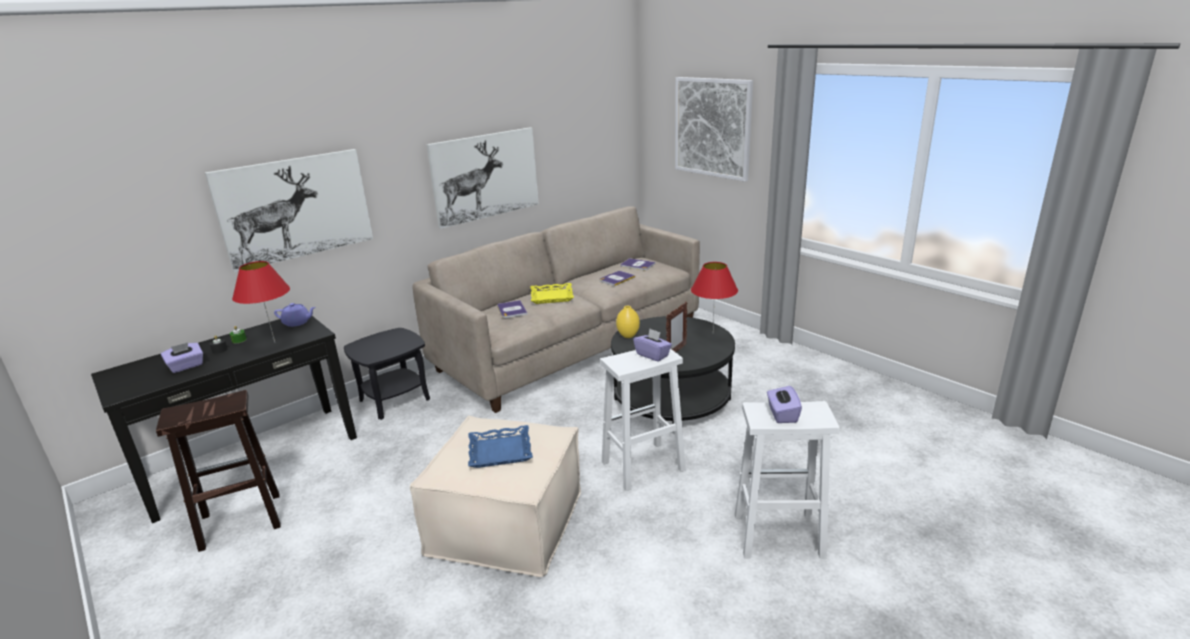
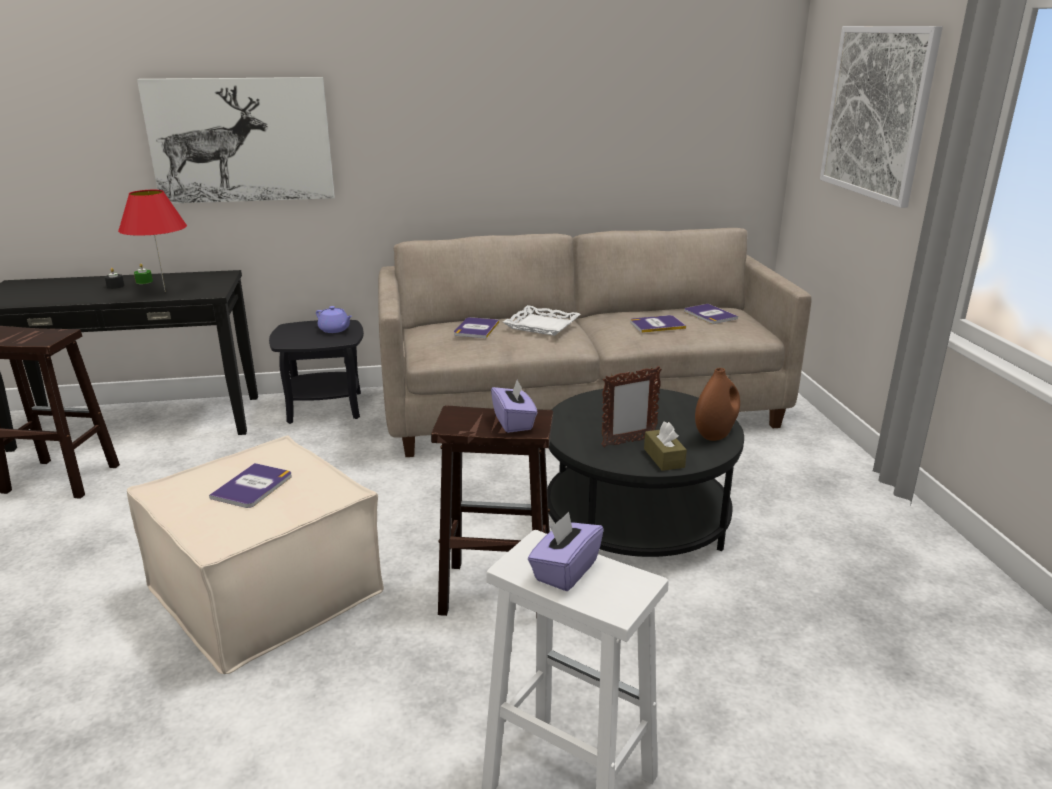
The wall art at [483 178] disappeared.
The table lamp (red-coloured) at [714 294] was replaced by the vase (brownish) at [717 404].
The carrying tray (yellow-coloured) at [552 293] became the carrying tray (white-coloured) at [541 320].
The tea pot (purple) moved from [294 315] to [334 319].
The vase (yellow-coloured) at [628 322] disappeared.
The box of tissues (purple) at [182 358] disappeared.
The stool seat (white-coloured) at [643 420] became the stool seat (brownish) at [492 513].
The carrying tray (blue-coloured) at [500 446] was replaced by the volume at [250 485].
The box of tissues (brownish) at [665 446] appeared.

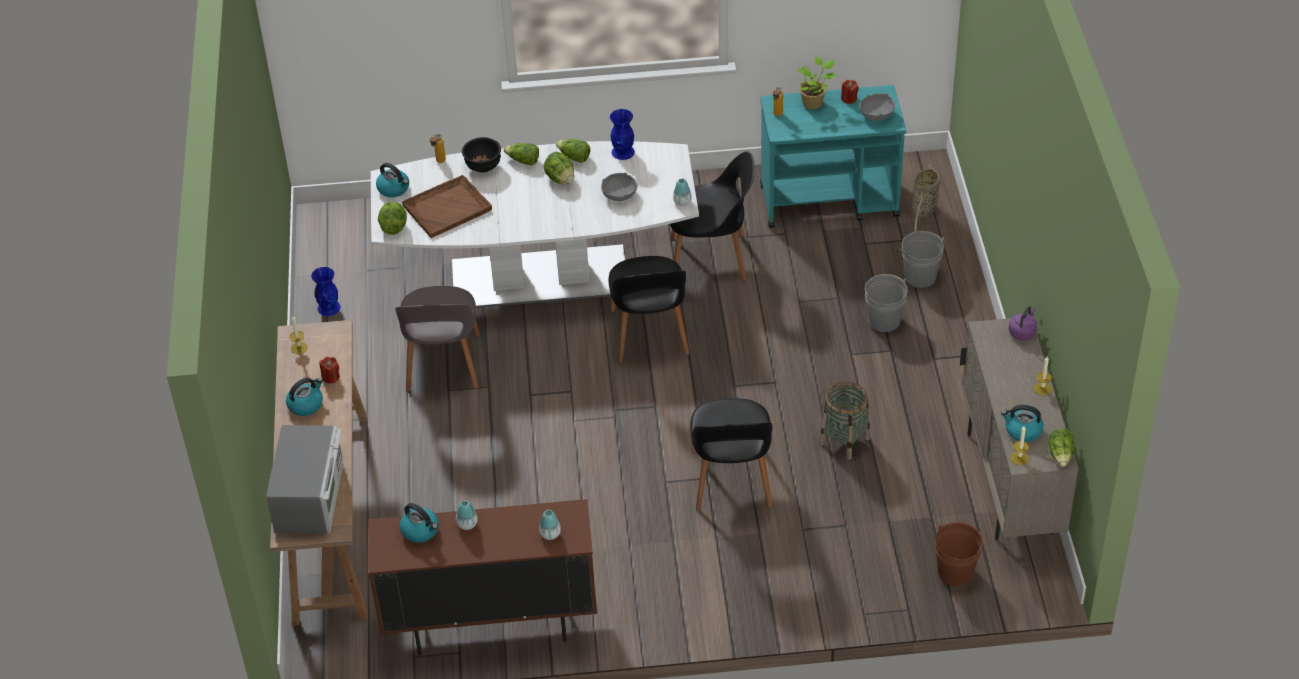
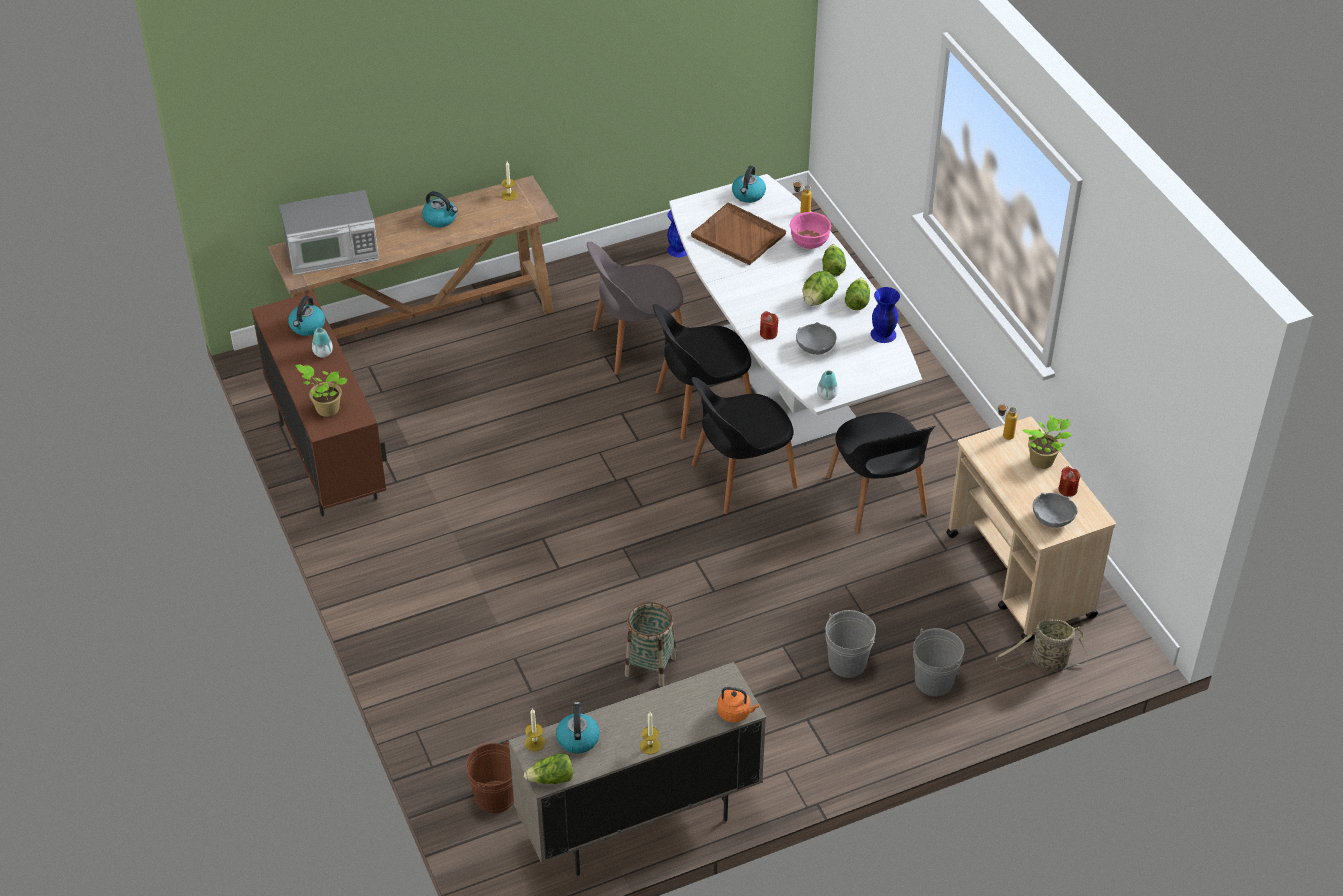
The wheeled cart (turquoise) at [833 156] became the wheeled cart (sand-coloured) at [1031 529].
The deep dish (black-coloured) at [481 154] became the deep dish (pinkish) at [810 230].
The head of lettuce at [392 218] disappeared.
The kettle (purple) at [1023 323] became the kettle (orange-coloured) at [738 705].
The wax candle (red-coloured) moved from [329 370] to [769 325].
The chair (black-coloured) moved from [731 454] to [702 372].
The vase at [550 525] was replaced by the plant in a pot at [321 391].

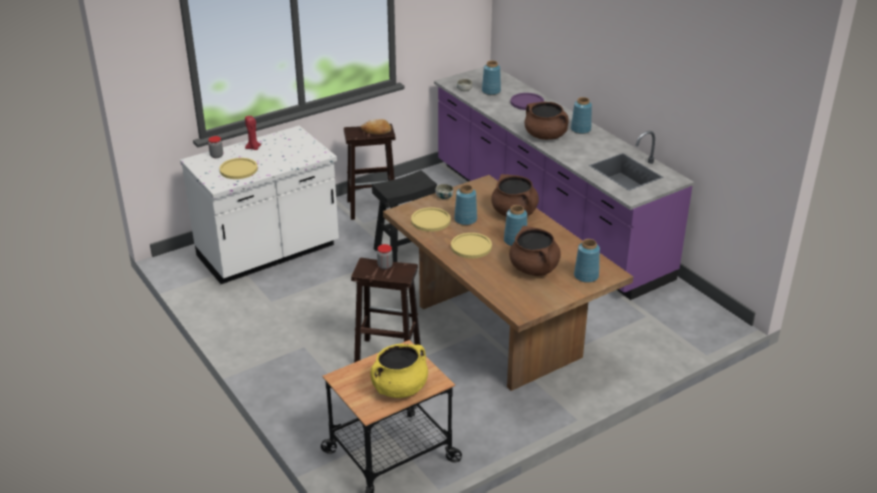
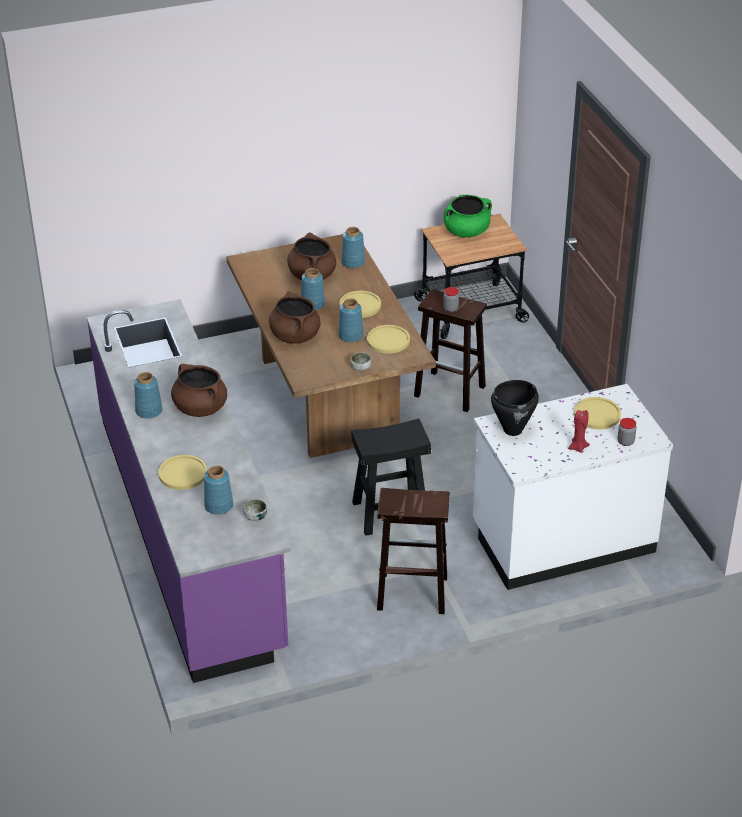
The flat dish (purple) at [527 101] became the flat dish (yellow-coloured) at [182 472].
The baked bread at [375 127] disappeared.
The vase (blue-coloured) moved from [587 261] to [353 247].
The cooking pot (yellow-coloured) at [399 371] became the cooking pot (greenish) at [468 216].
The cooking pot (black-coloured) at [515 408] appeared.

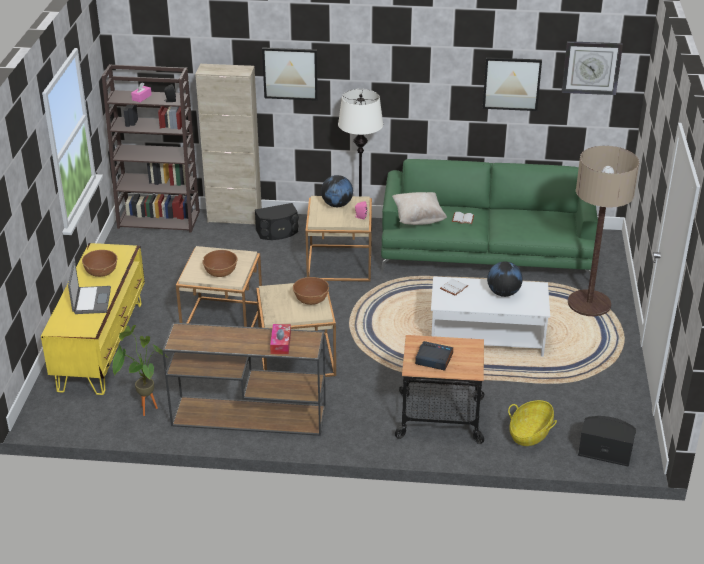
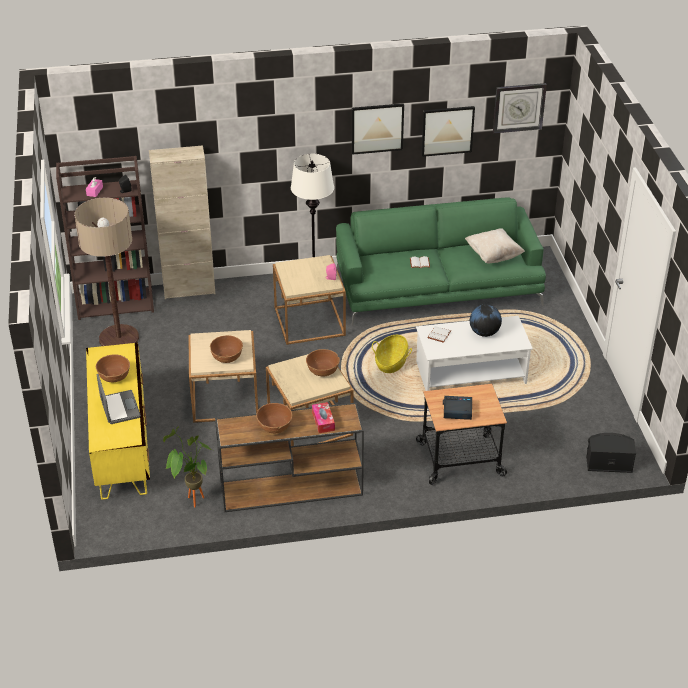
The wall art moved from [290 74] to [378 129].
The standard lamp moved from [603 231] to [106 271].
The world globe at [337 191] disappeared.
The cushion (sand-coloured) moved from [419 208] to [495 246].
The audio speaker (black-coloured) at [277 221] disappeared.
The basket moved from [532 423] to [392 354].
The deep dish (brownish) at [274 418] appeared.

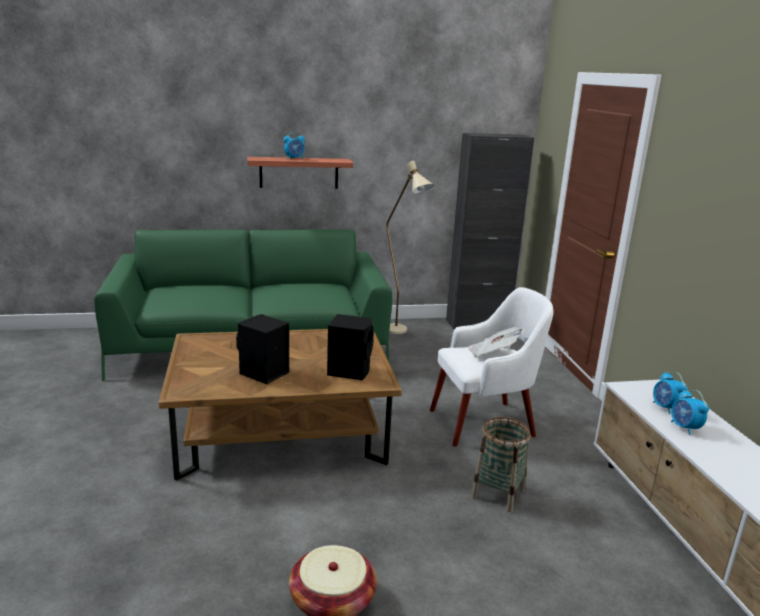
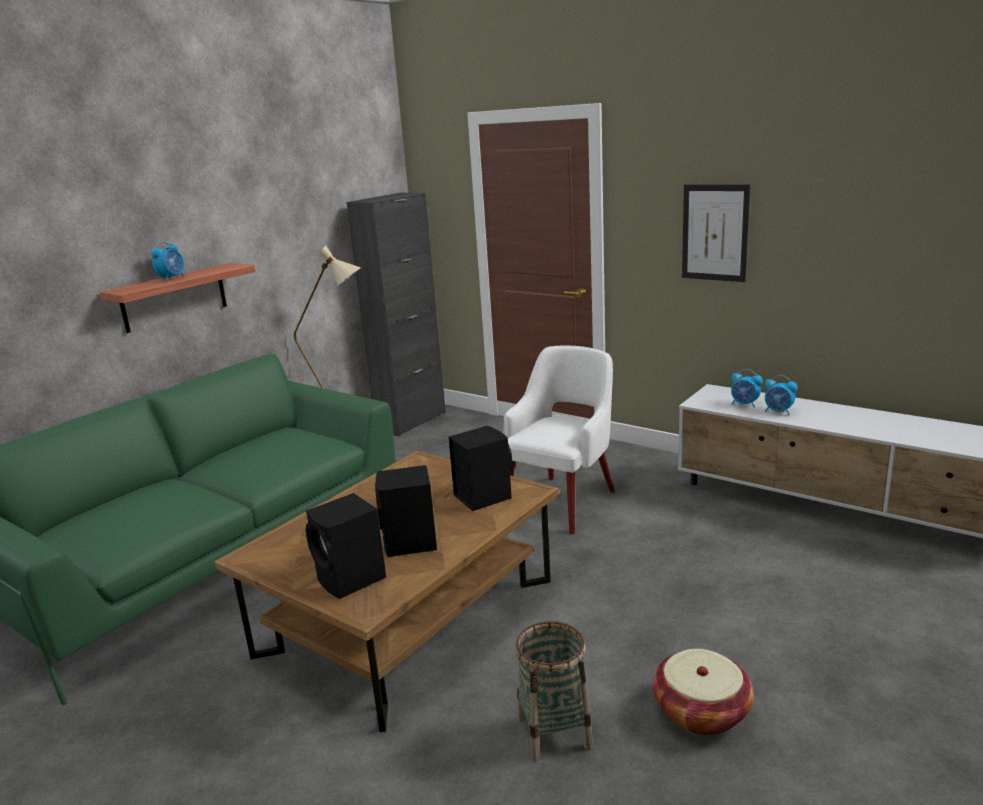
The daily paper at [496 342] disappeared.
The basket moved from [501 464] to [554 691].
The wall art at [716 233] appeared.
The audio speaker (black-coloured) at [345 546] appeared.

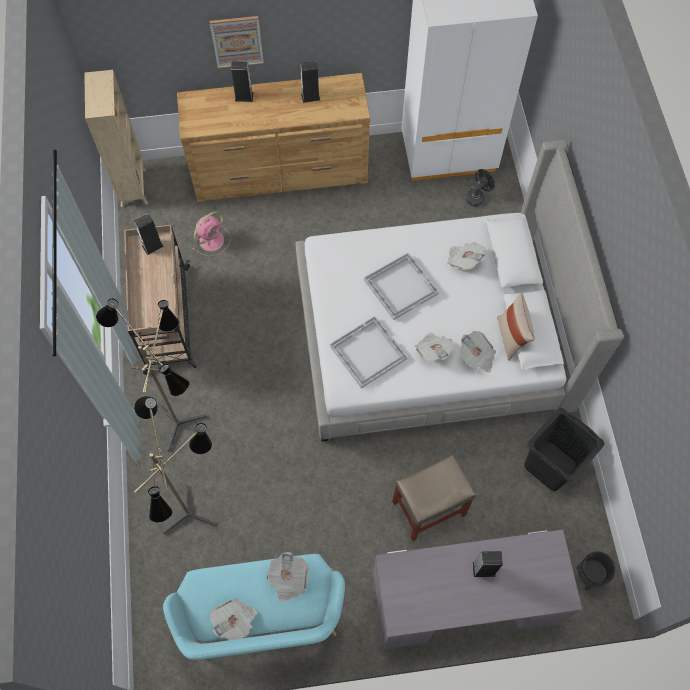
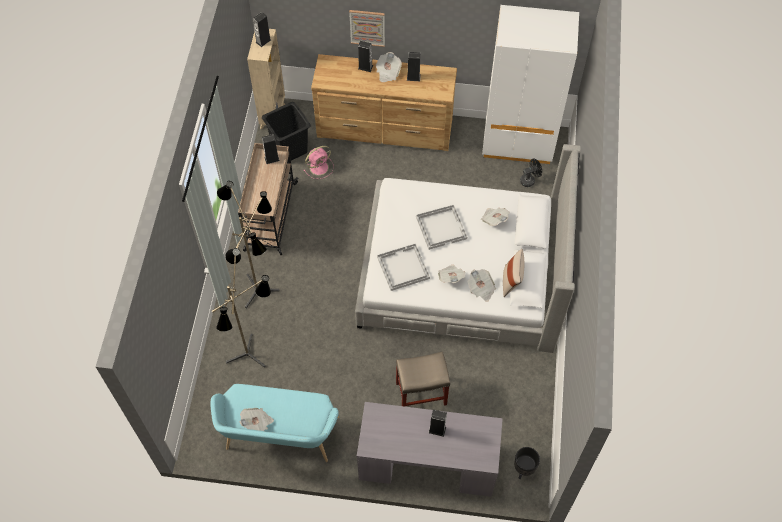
The laundry basket (black-coloured) moved from [564 449] to [286 132].
The daily paper moved from [288 577] to [389 67].
The audio speaker at [261 29] appeared.

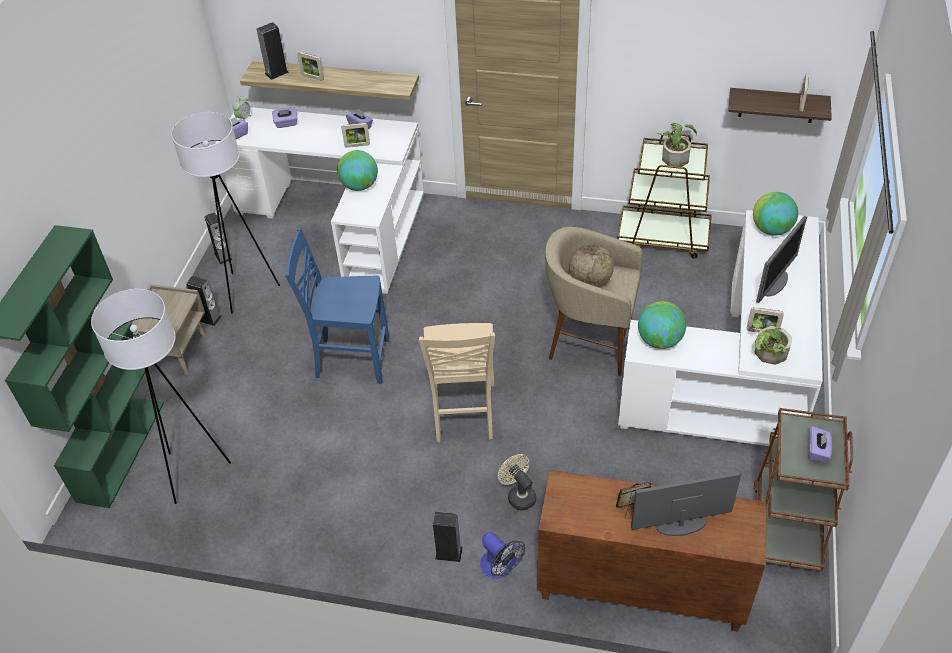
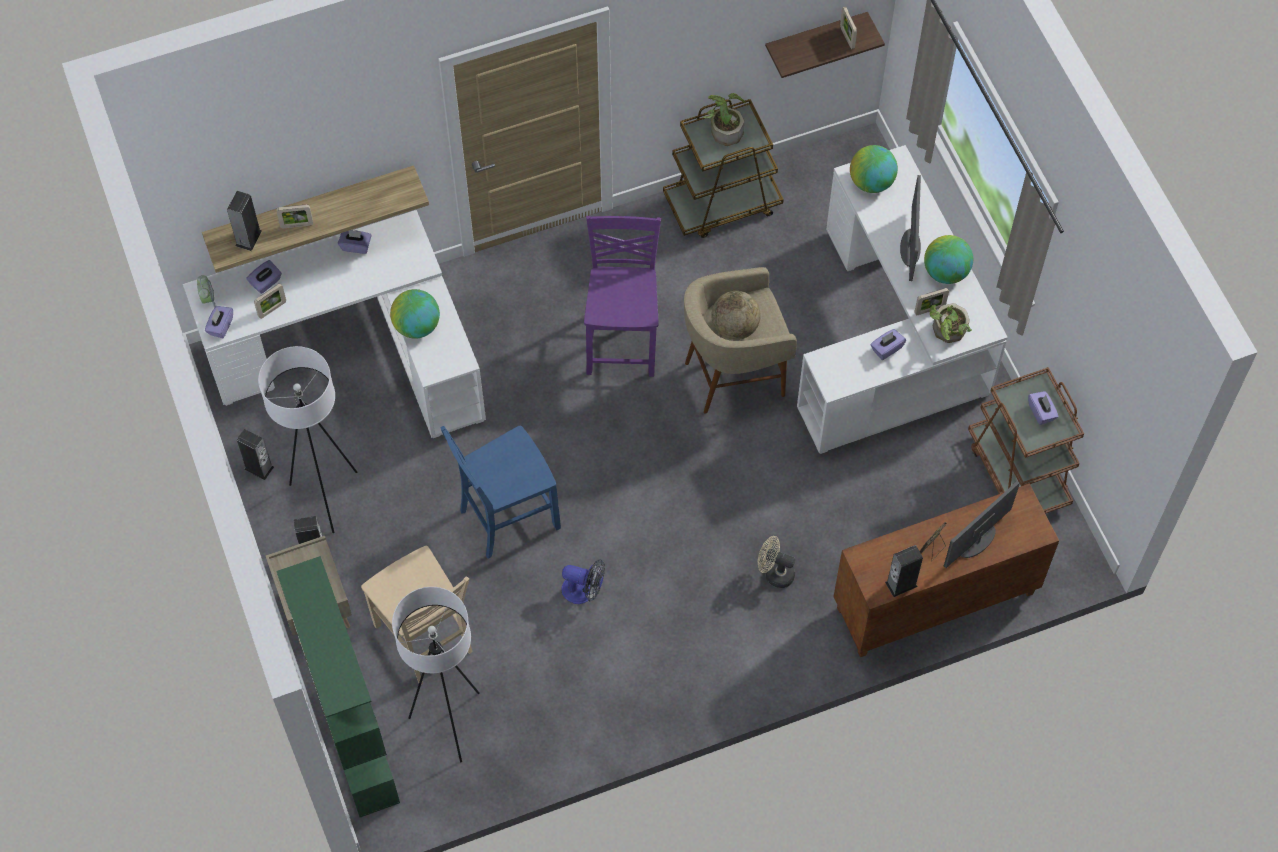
The picture frame moved from [355 135] to [270 301].
The world globe moved from [662 325] to [948 259].
The chair (sand-coloured) moved from [457 382] to [416 615].
The audio speaker moved from [448 537] to [904 571].
The electric fan moved from [502 555] to [583 581].
The chair (purple) at [622 296] appeared.
The box of tissues (purple) at [888 344] appeared.

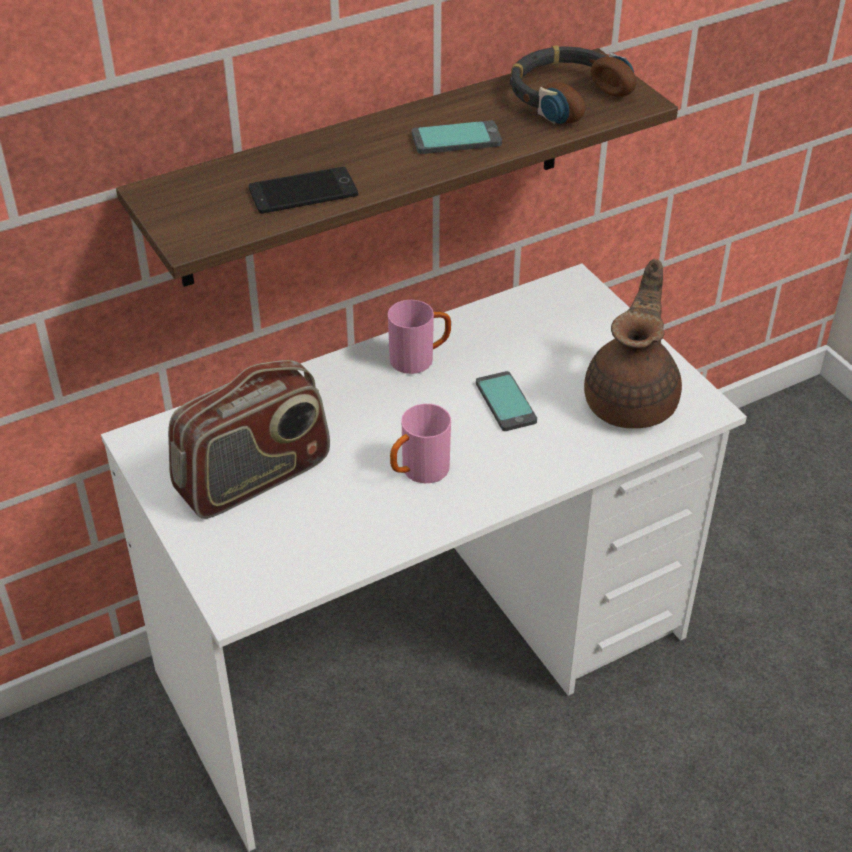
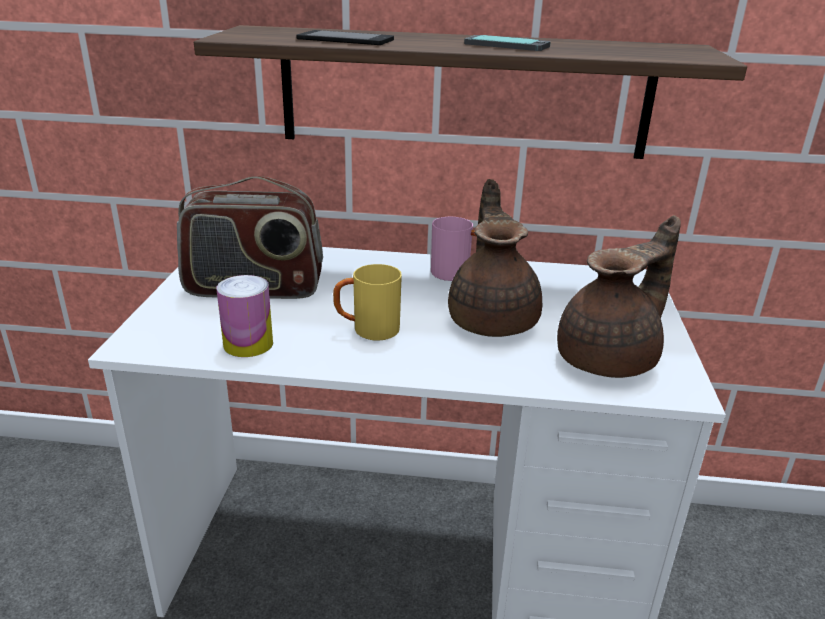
The pair of headphones at [573 84] disappeared.
The handset at [506 401] was replaced by the tea pot (brownish) at [495 258].
The tea mug (pinkish) at [420 443] became the tea mug (yellow-coloured) at [367 302].
The sealed can at [244 316] appeared.

